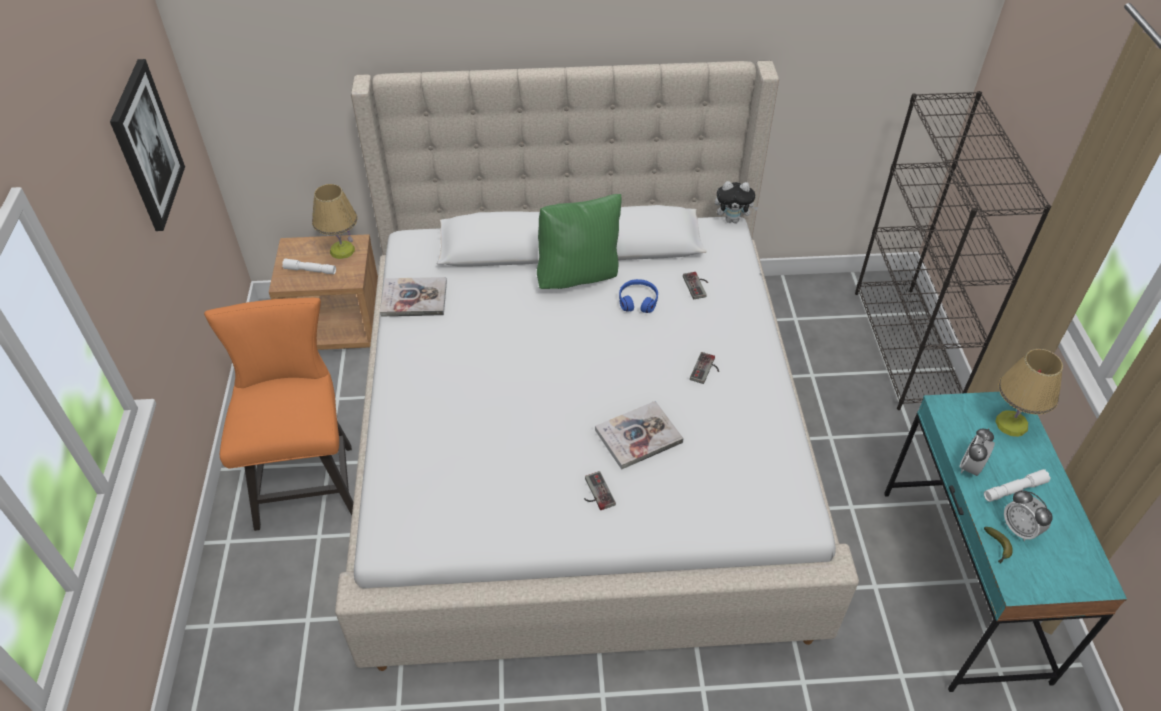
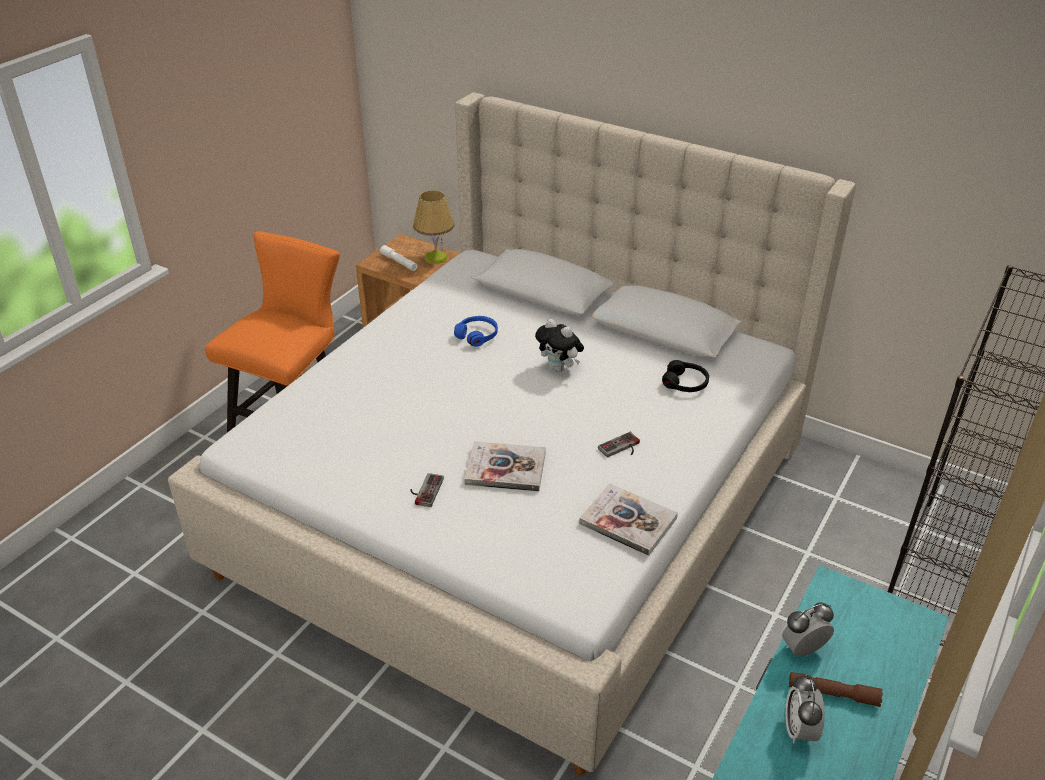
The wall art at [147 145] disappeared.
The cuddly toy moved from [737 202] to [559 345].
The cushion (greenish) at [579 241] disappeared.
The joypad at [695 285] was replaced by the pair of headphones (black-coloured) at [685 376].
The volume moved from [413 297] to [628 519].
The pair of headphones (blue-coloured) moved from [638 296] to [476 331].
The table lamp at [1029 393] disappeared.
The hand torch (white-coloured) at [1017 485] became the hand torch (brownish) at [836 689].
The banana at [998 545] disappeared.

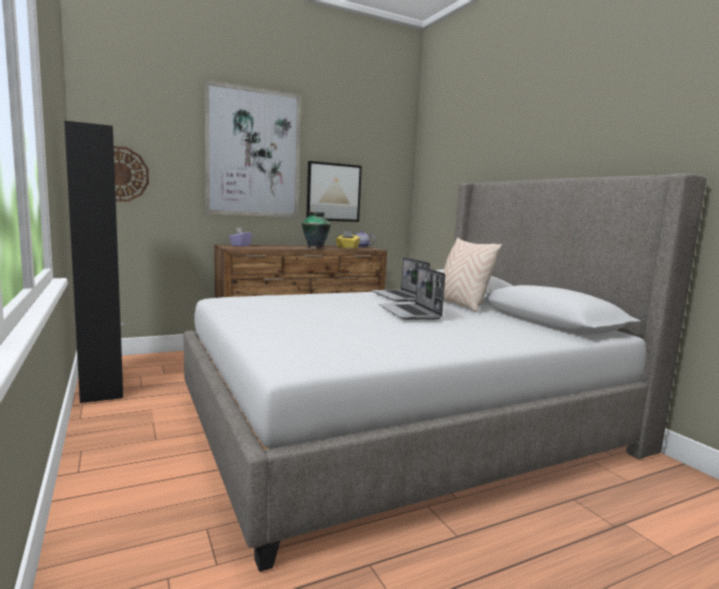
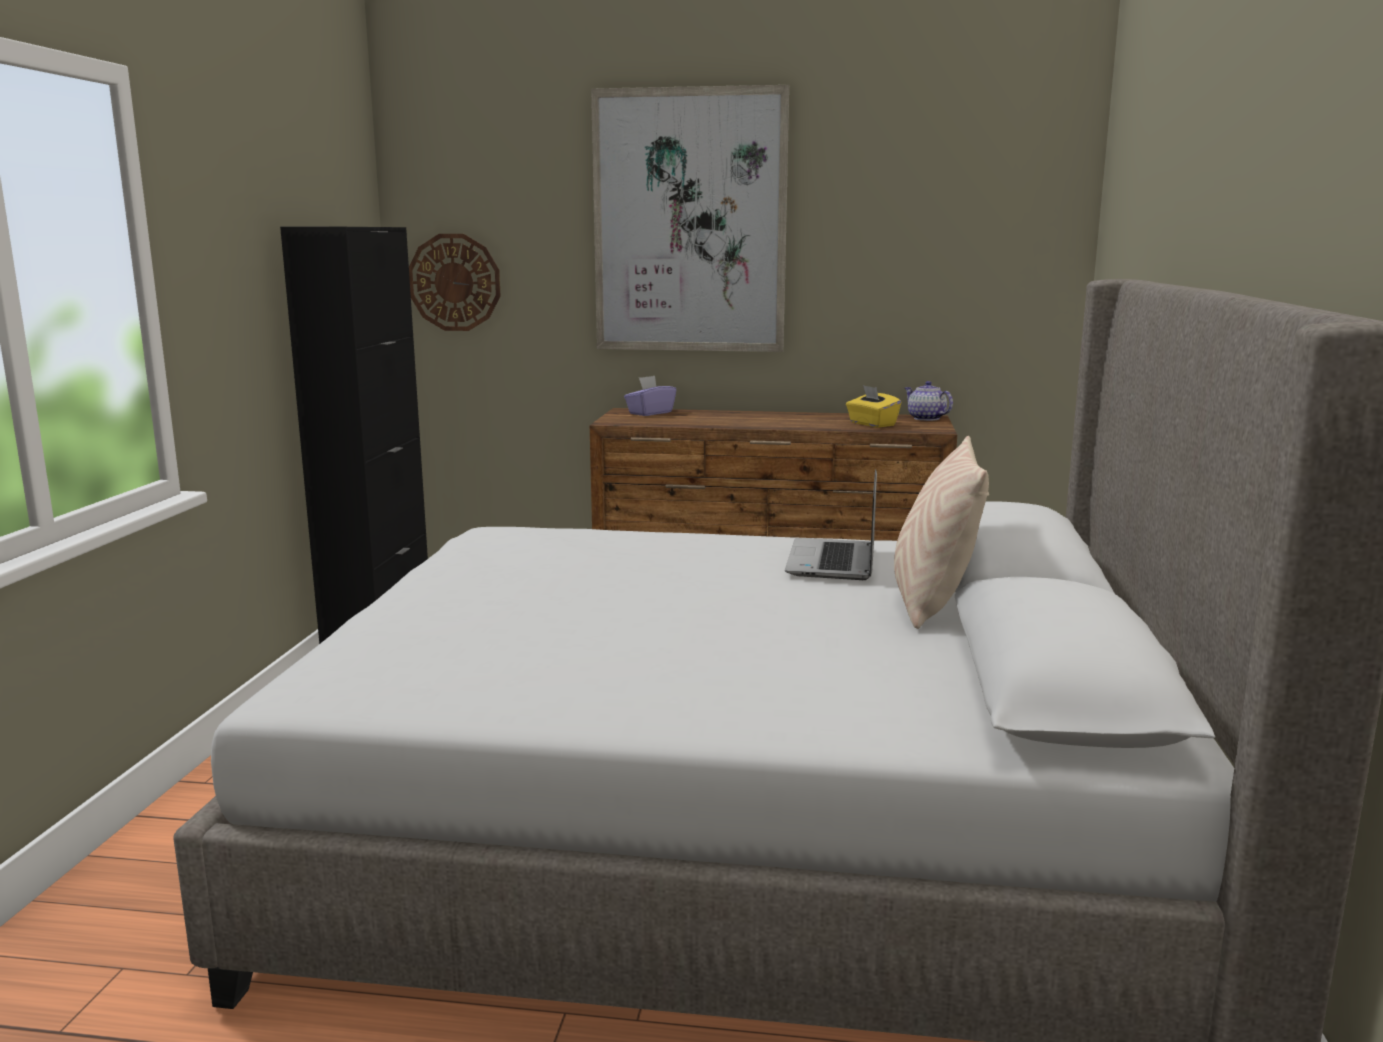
The wall art at [334 191] disappeared.
The vase at [316 230] disappeared.
The portable computer at [412 293] disappeared.

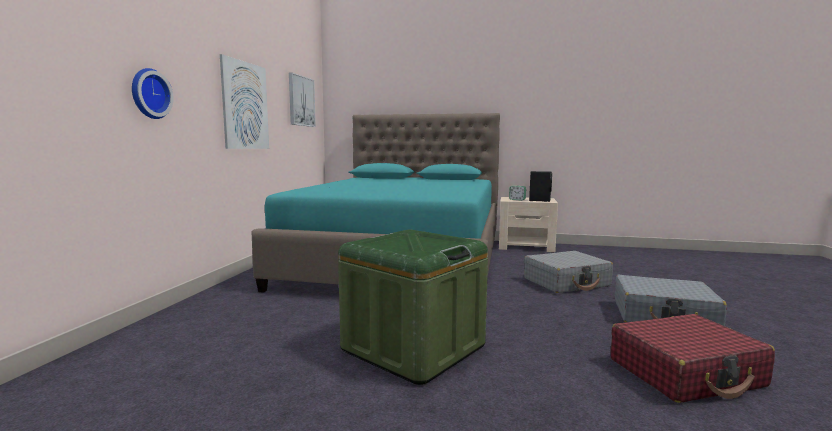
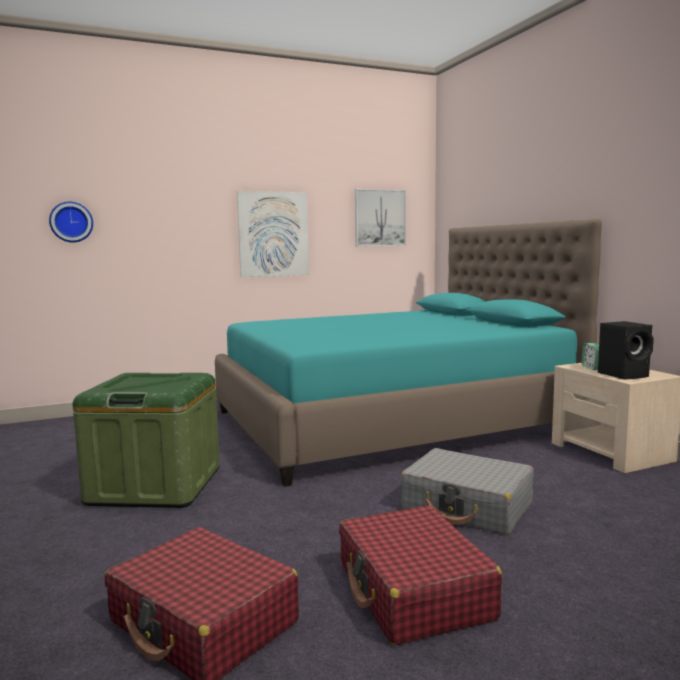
The wall clock moved from [153 93] to [71 222].
The piece of luggage (grey) at [671 300] became the piece of luggage (red-coloured) at [421 575].

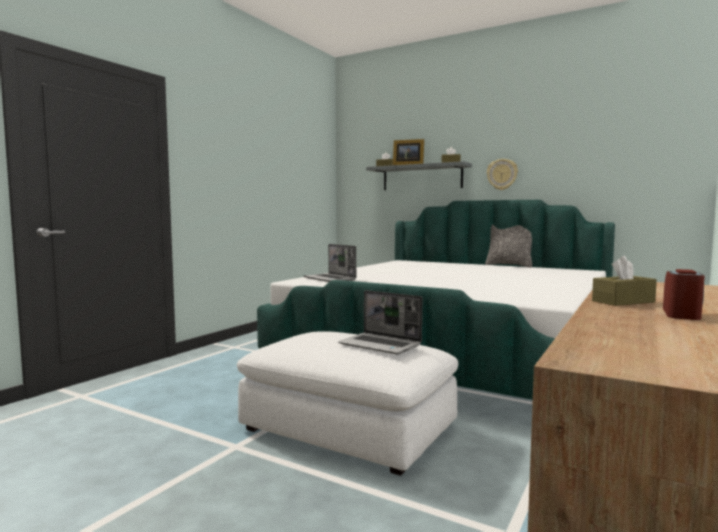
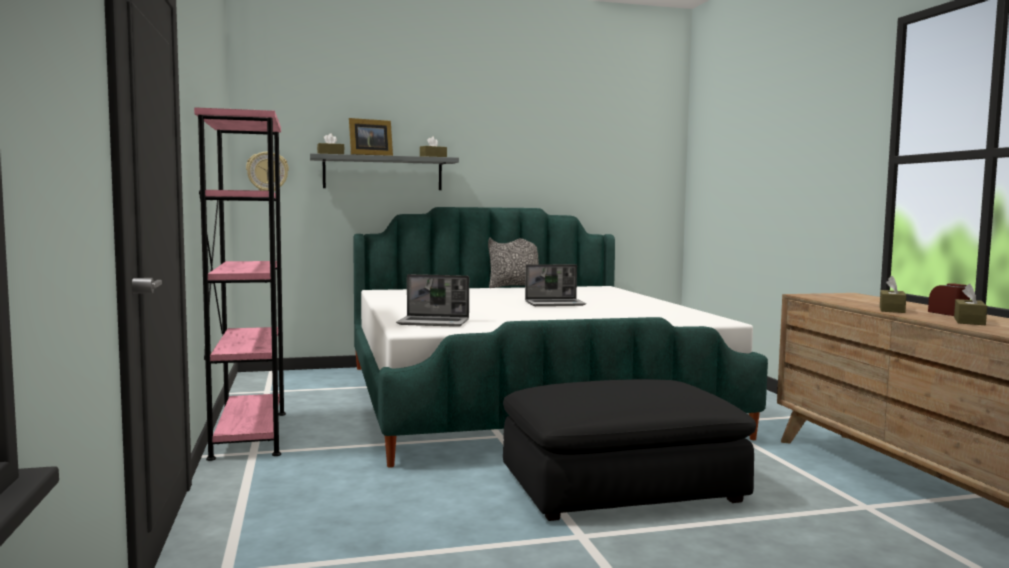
The wall clock moved from [502 174] to [267 171].
The portable computer moved from [380 322] to [555 285].
The pouffe (white-coloured) at [347 403] became the pouffe (black-coloured) at [629 450].
The bookshelf (pinkish) at [240 284] appeared.
The box of tissues (brownish) at [970 304] appeared.

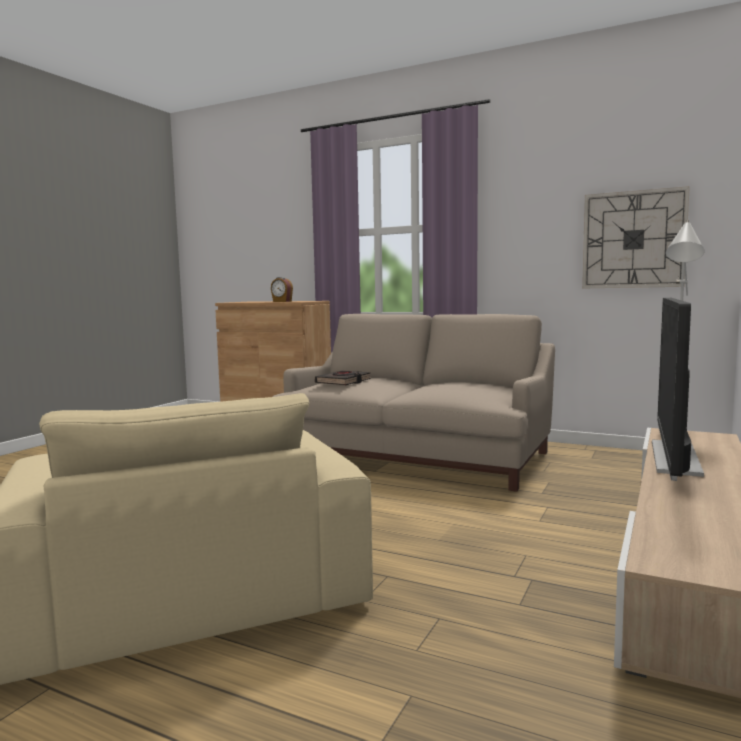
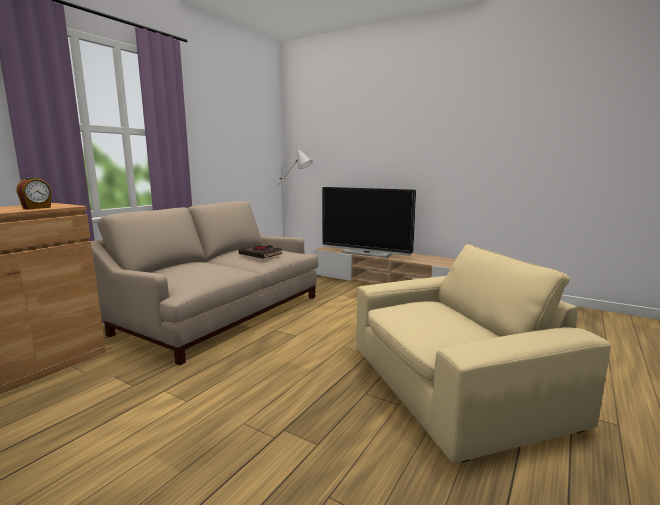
The wall clock at [636 237] disappeared.
The volume (black-coloured) moved from [343 378] to [261 252].

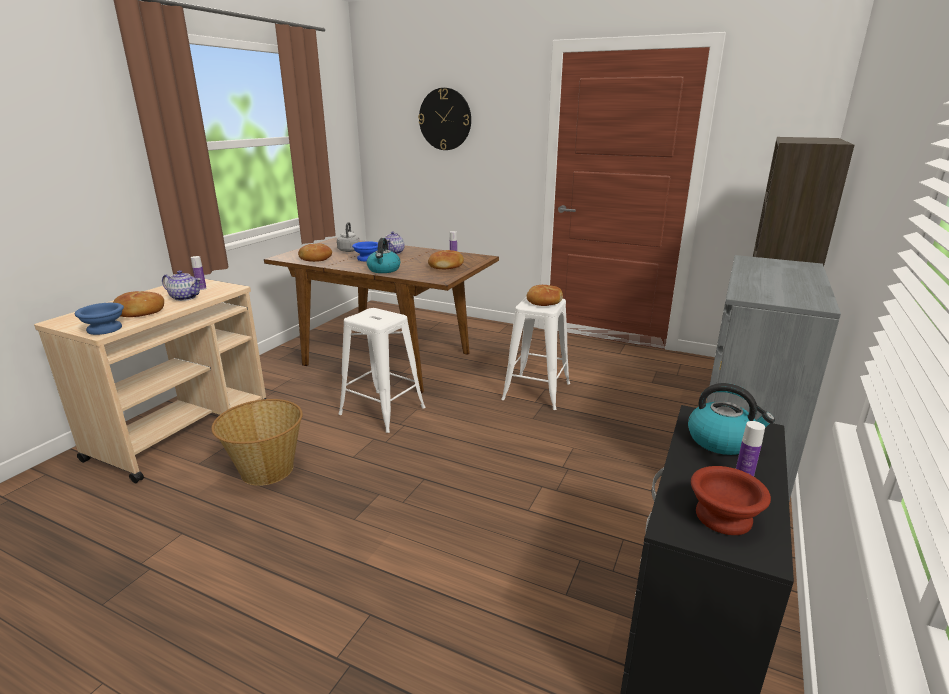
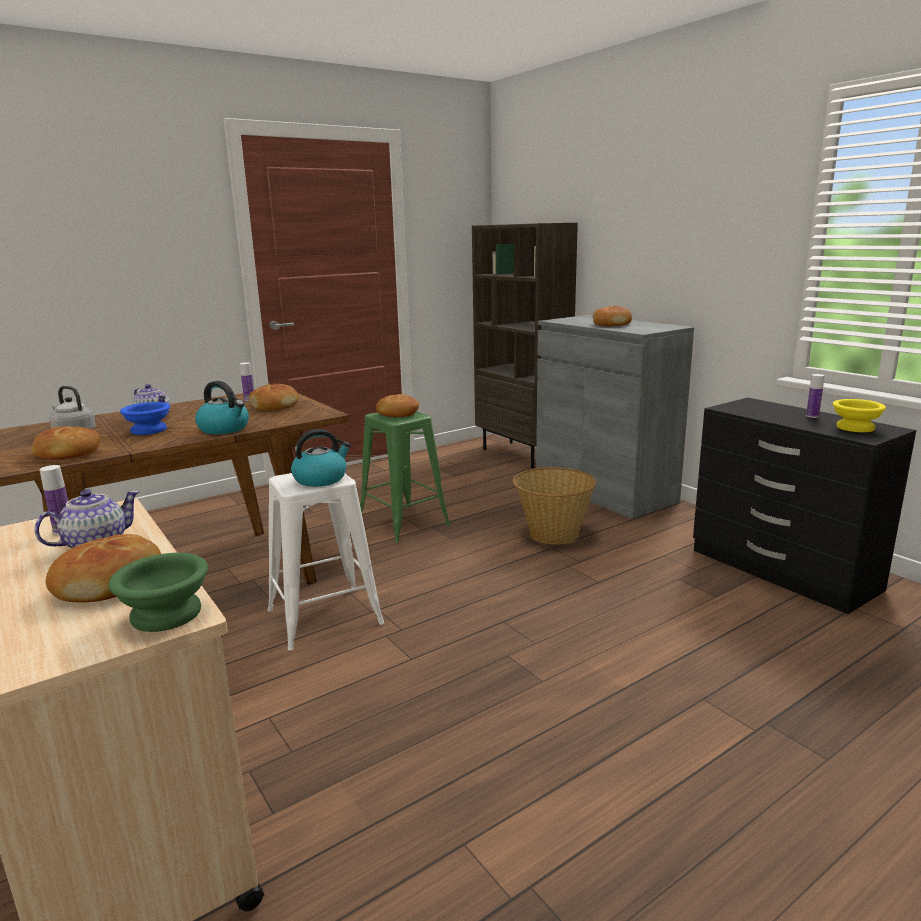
The wall clock at [444 119] disappeared.
The stool seat (white-coloured) at [535 353] became the stool seat (greenish) at [405 477].
The deep dish (blue-coloured) at [99 319] became the deep dish (greenish) at [158 592].
The kettle moved from [731 419] to [321 458].
The basket moved from [257 442] to [554 506].
The deep dish (brownish) at [731 500] became the deep dish (yellow-coloured) at [859 415].
The baked bread at [612 316] appeared.

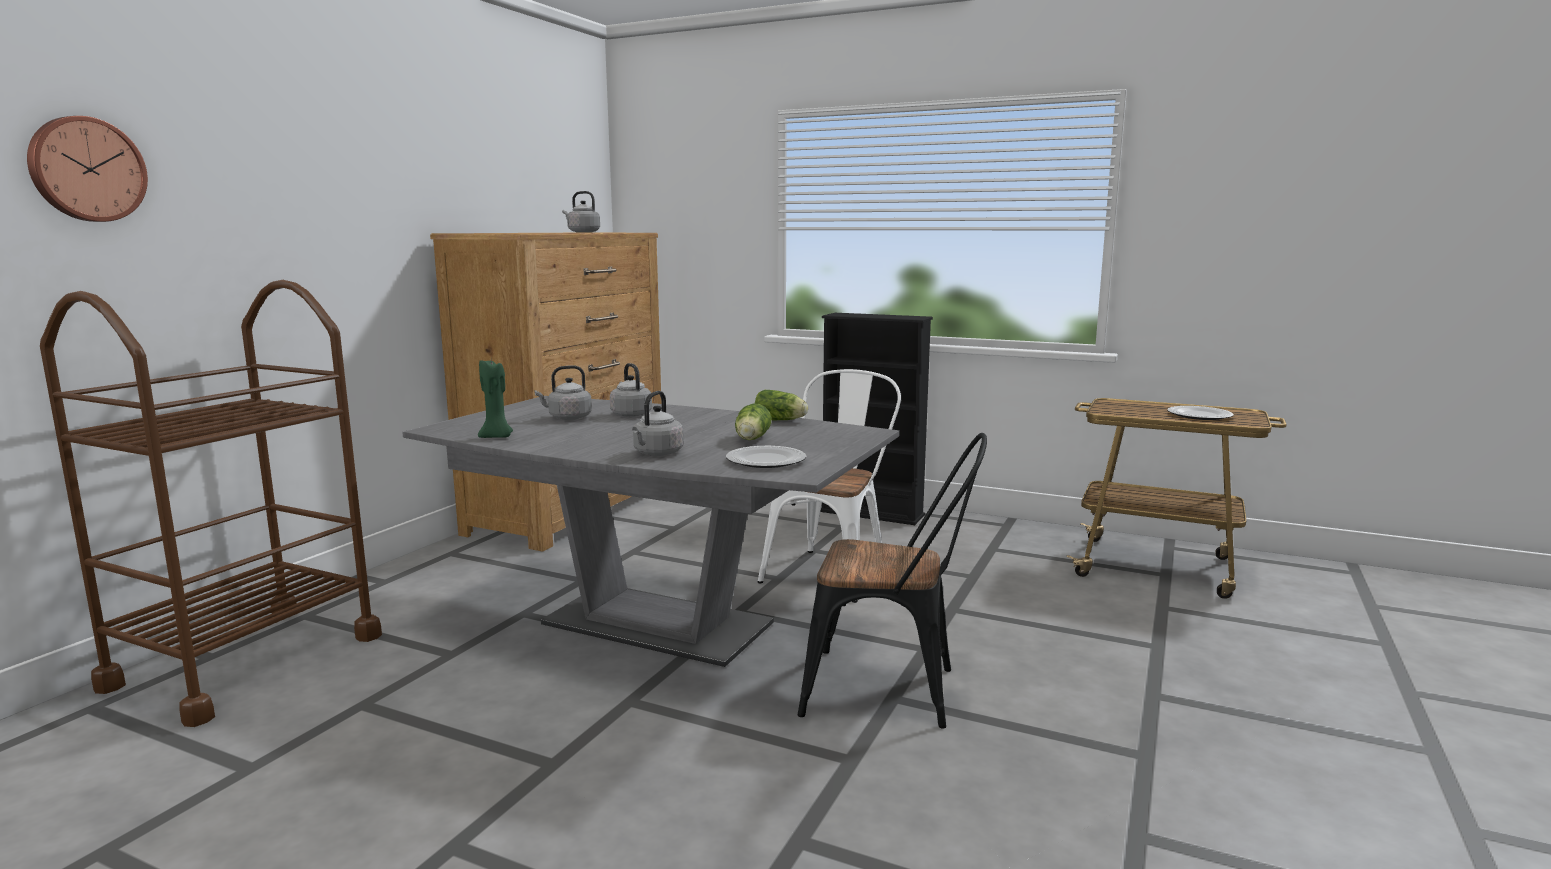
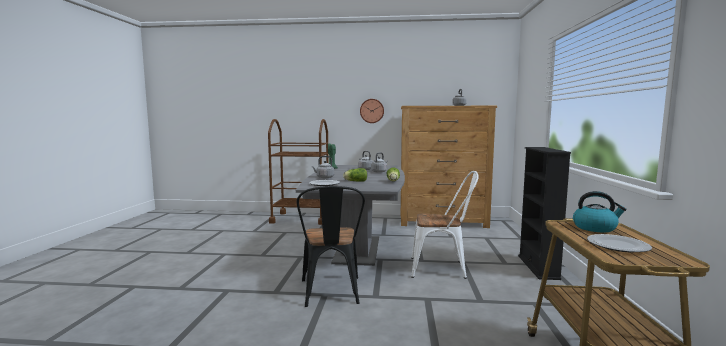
The wall clock moved from [87 169] to [372 111].
The kettle at [600 211] appeared.

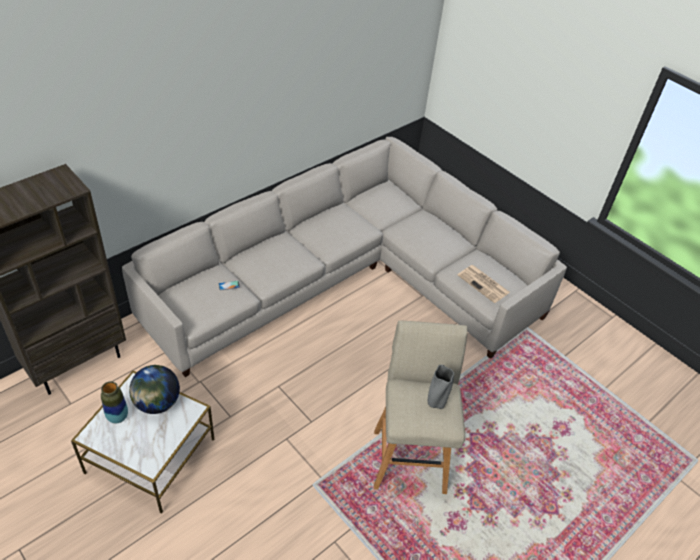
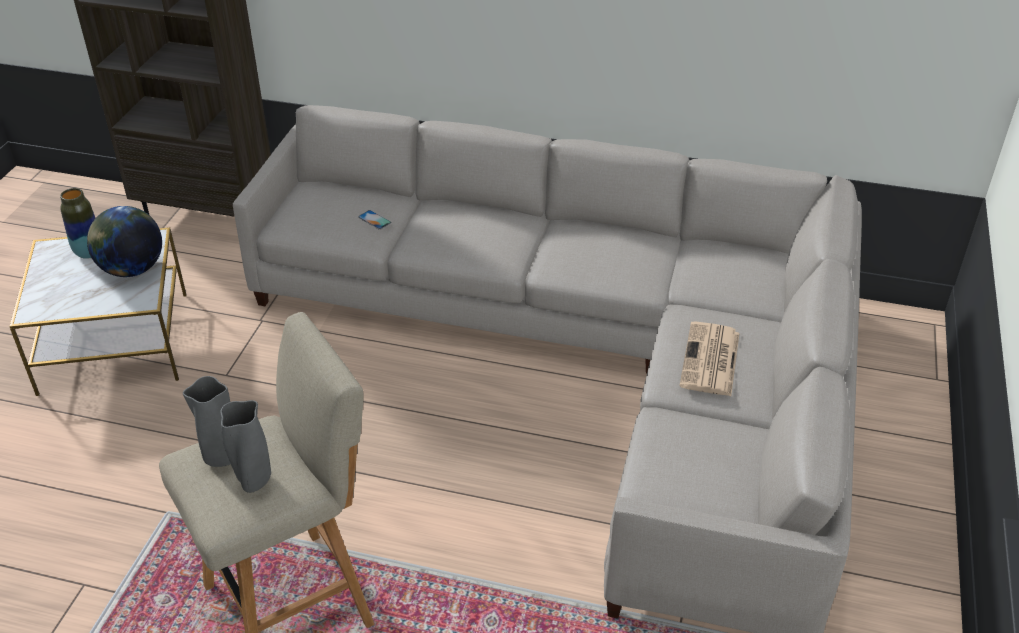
The daily paper moved from [484 284] to [709 358].
The vase (grey) at [207 421] appeared.

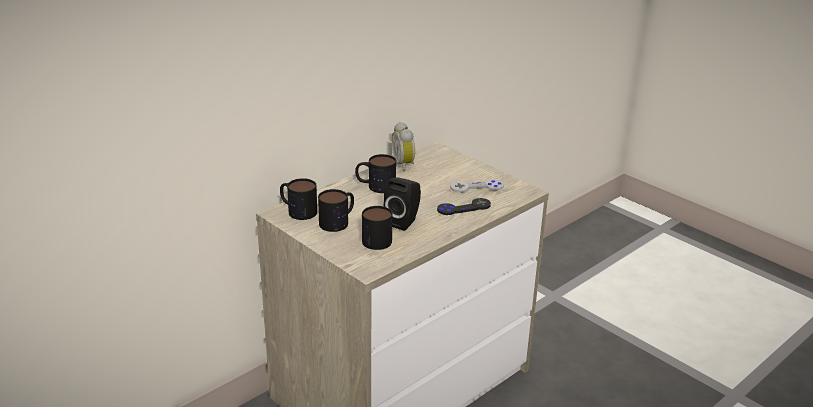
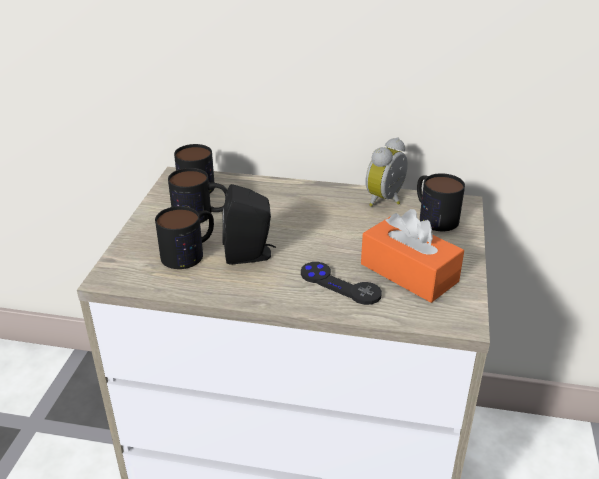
The tea mug moved from [375 173] to [441 202].
The joypad (grey) at [477 186] was replaced by the box of tissues (orange-coloured) at [412 256].

